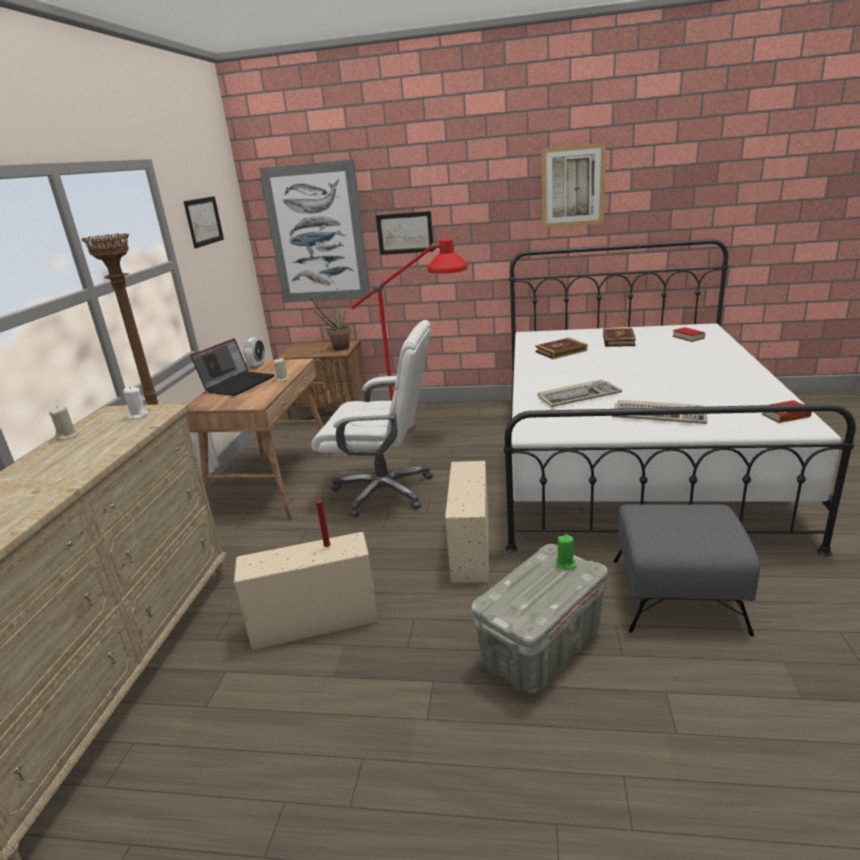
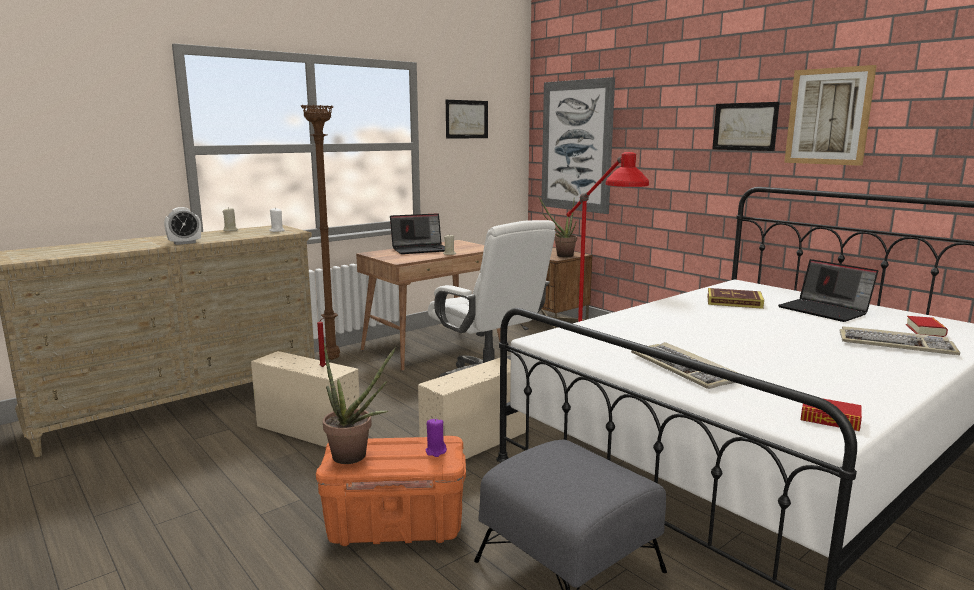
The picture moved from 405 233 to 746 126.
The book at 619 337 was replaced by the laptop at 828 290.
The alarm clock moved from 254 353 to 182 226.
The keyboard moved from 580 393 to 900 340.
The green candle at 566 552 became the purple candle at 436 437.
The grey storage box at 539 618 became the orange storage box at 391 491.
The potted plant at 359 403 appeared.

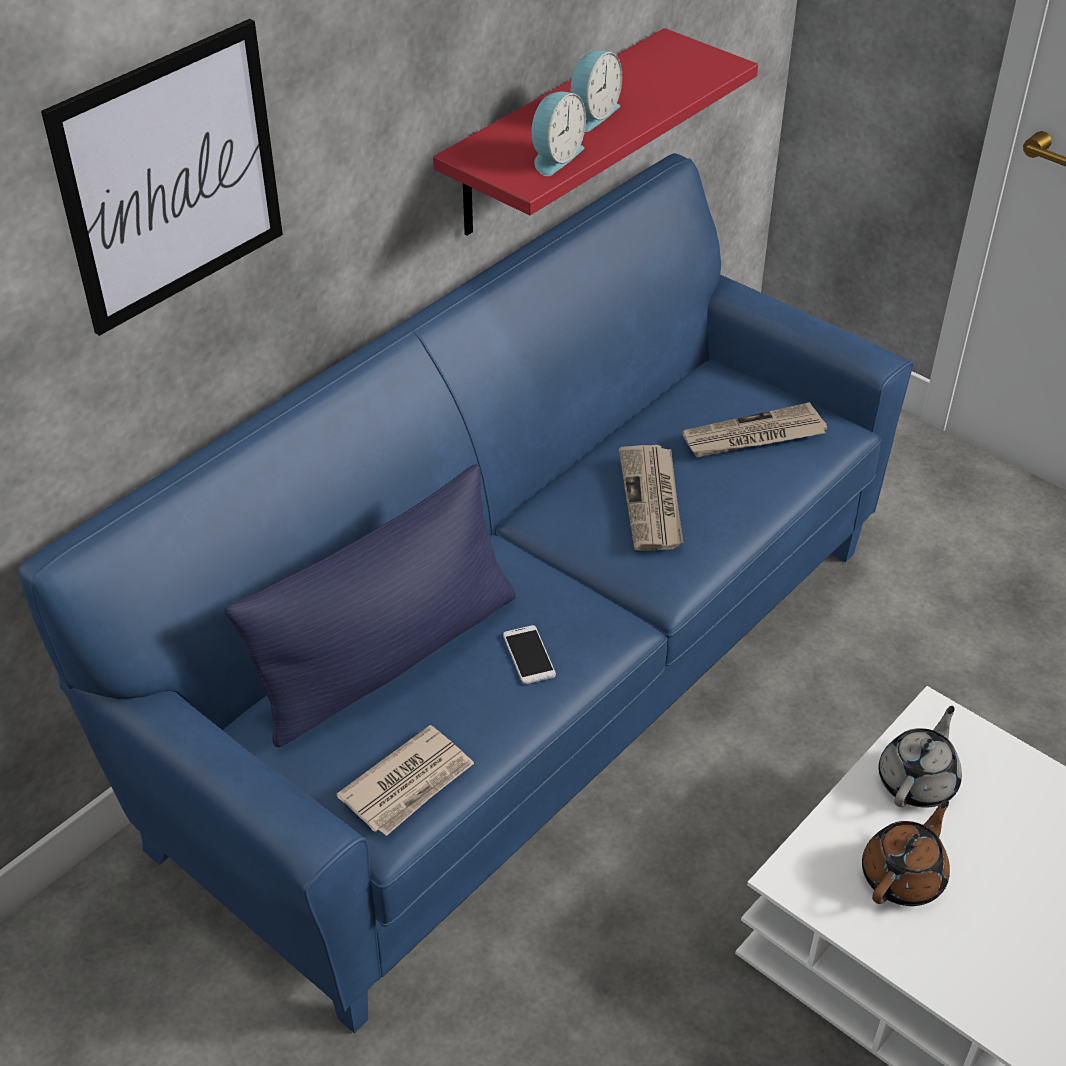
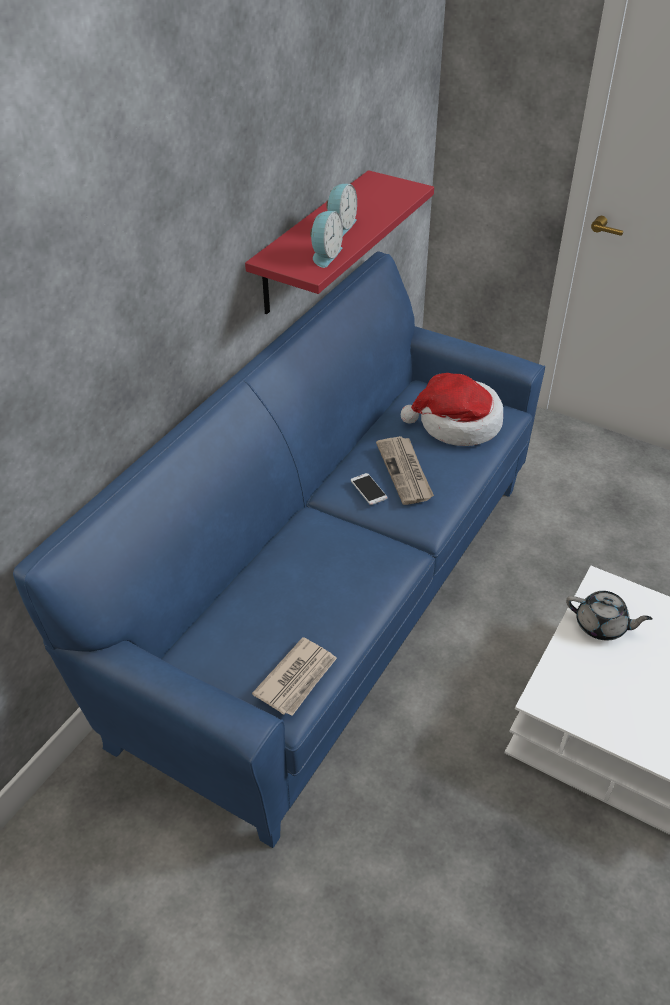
The picture at 162 177 disappeared.
The newspaper at 754 429 was replaced by the hat at 452 409.
The blue pillow at 370 605 disappeared.
The phone moved from 529 654 to 369 489.
The grey teapot at 920 757 turned 90 degrees clockwise.
The brown teapot at 906 853 disappeared.

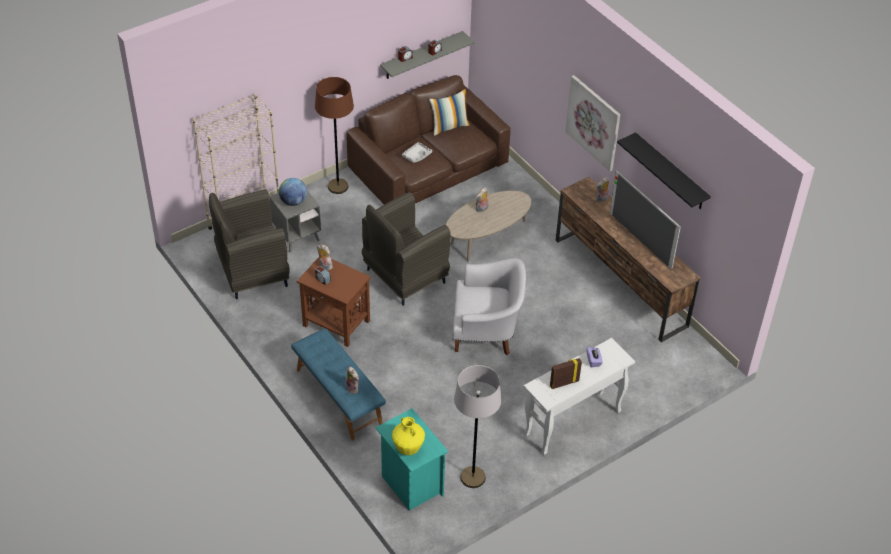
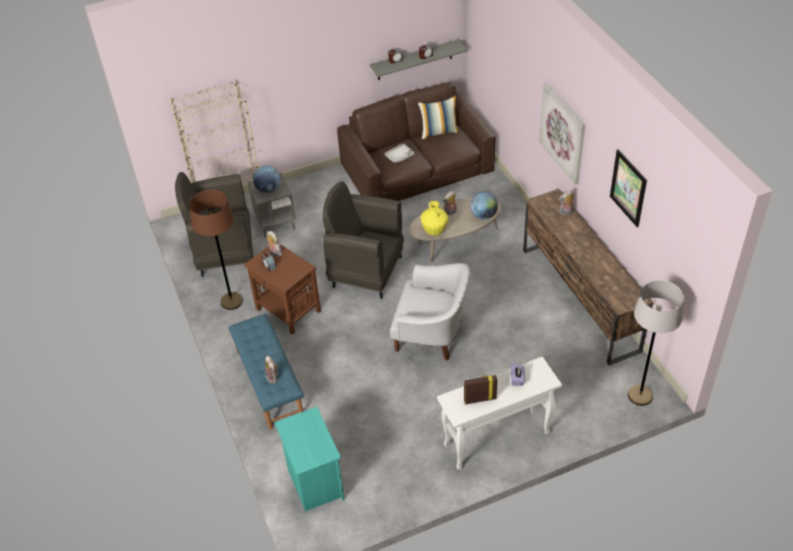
The brown floor lamp moved from 334 135 to 216 250.
The black shelf at 664 170 was replaced by the picture at 628 188.
The television at 645 220 disappeared.
The grey armchair at 406 249 turned 45 degrees clockwise.
The grey floor lamp moved from 477 426 to 656 343.
The yellow vase moved from 408 436 to 434 218.
The globe at 484 205 appeared.

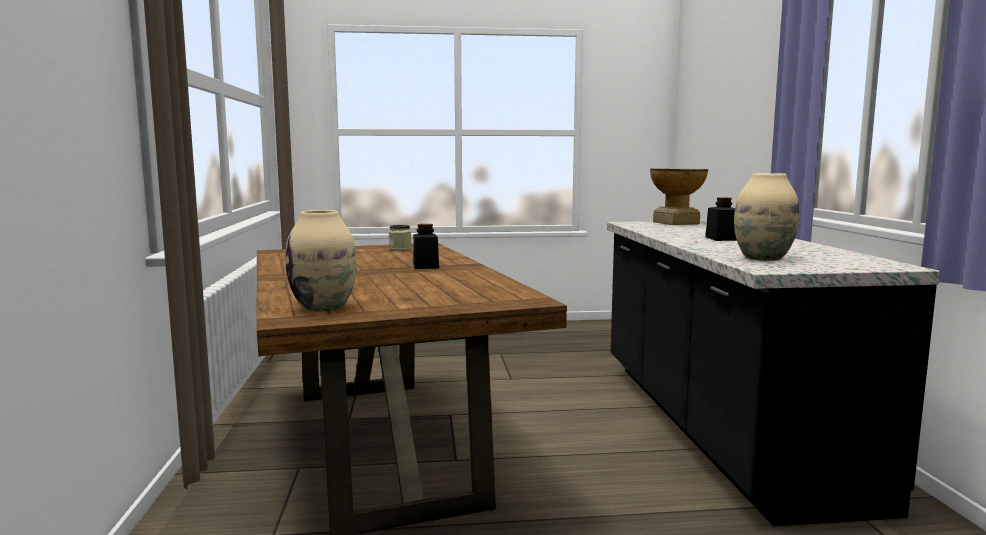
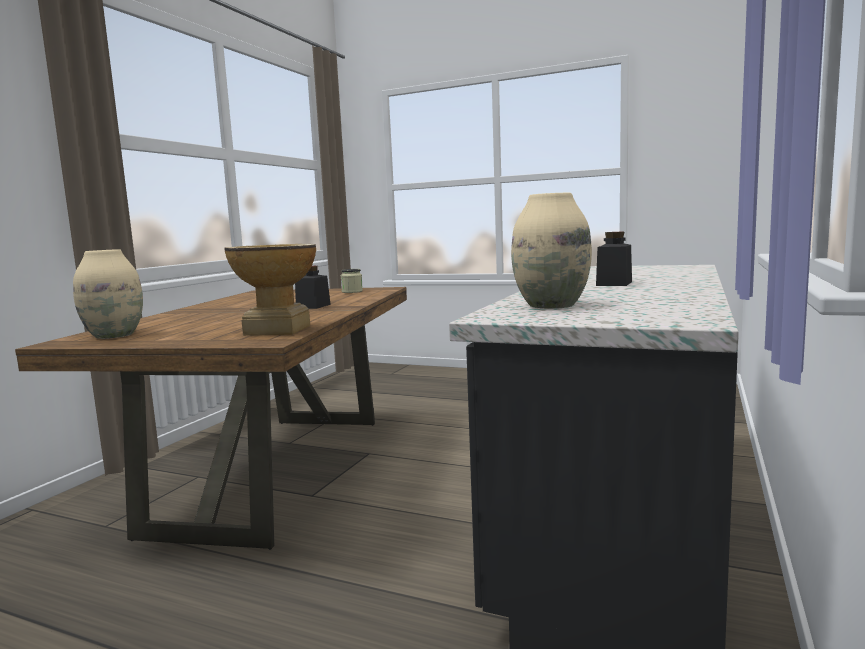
The vase moved from 679 196 to 270 290.

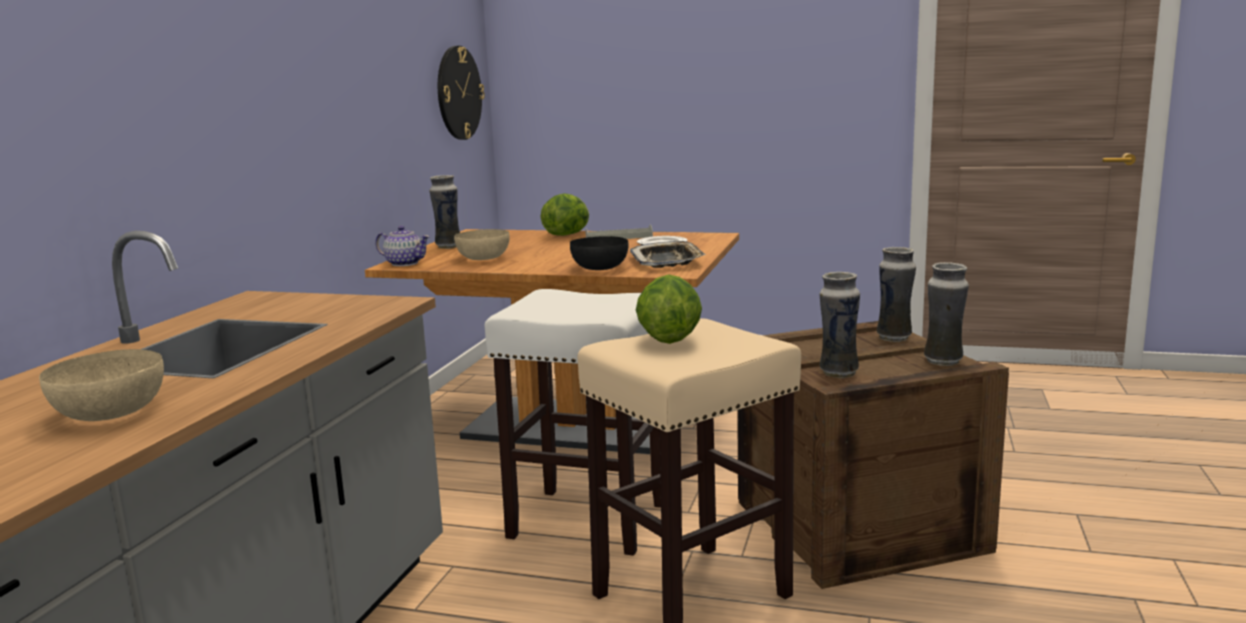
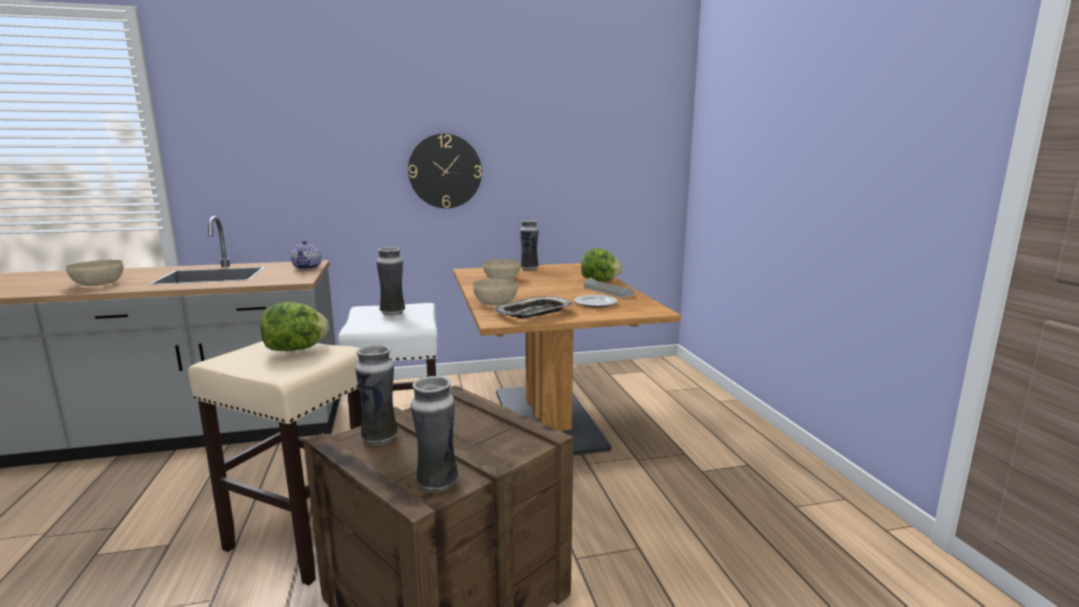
The wall clock moved from 461 93 to 445 171.
The teapot moved from 402 246 to 306 255.
The black bowl at 599 253 became the beige bowl at 495 291.
The vase moved from 896 294 to 390 281.

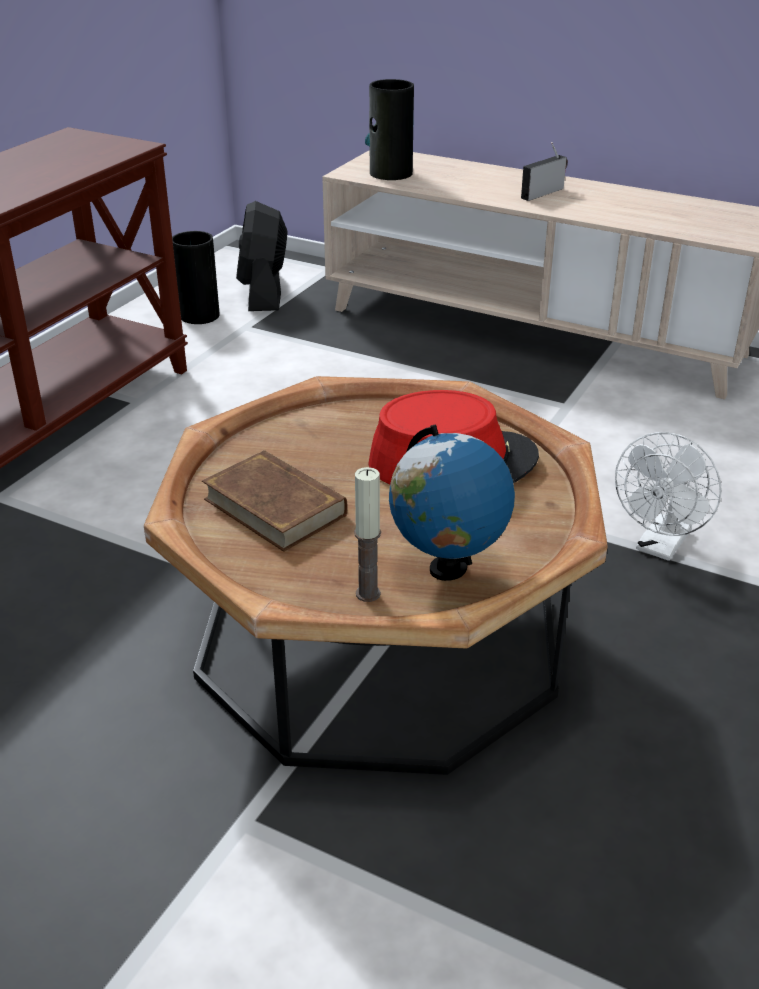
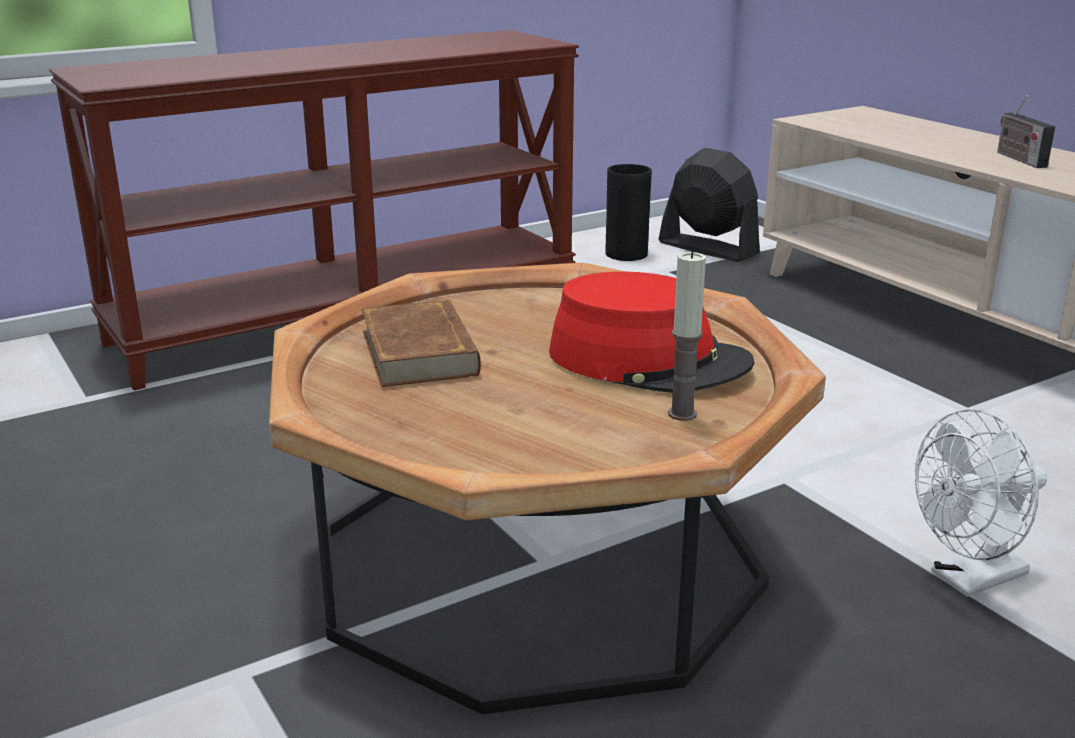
The vase at 389 129 disappeared.
The radio at 544 171 turned 90 degrees counterclockwise.
The black fan at 261 256 turned 105 degrees clockwise.
The globe at 452 503 disappeared.
The candle moved from 367 534 to 687 336.

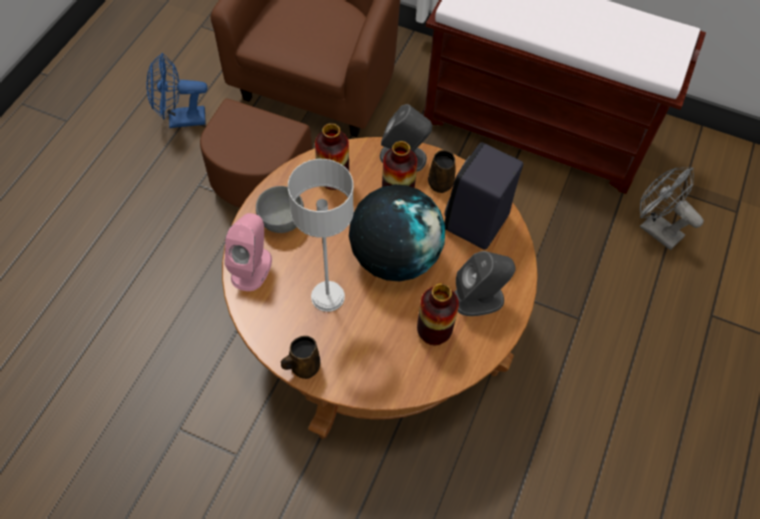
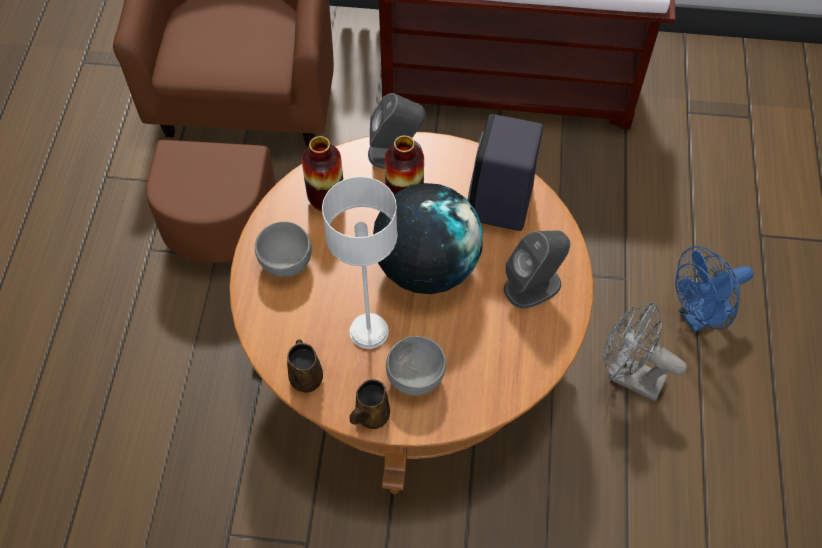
The blue fan moved from 177 90 to 714 289.
The brown mug moved from 441 171 to 305 366.
The grey fan moved from 671 208 to 645 351.
The pink speaker at 248 252 disappeared.
The vase at 438 314 disappeared.
The grey bowl at 416 366 appeared.

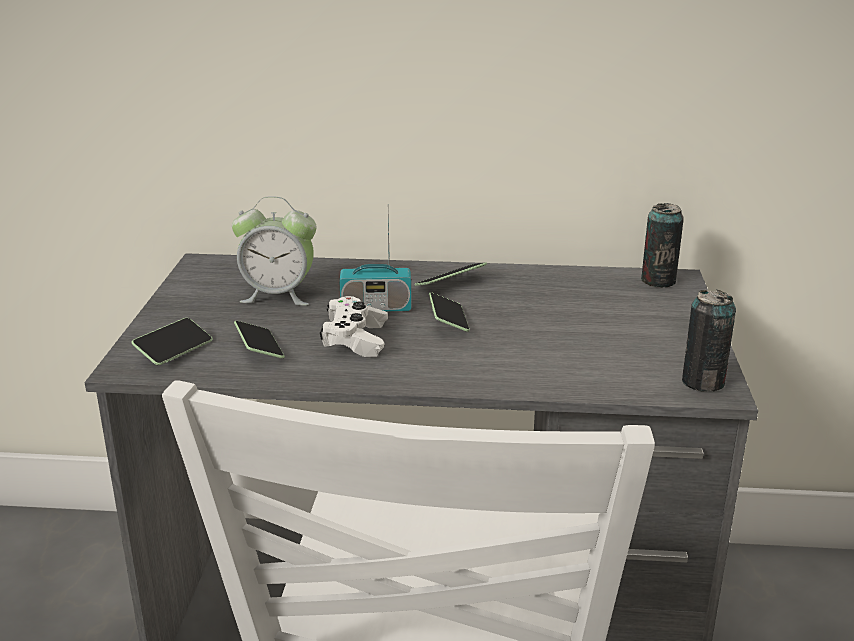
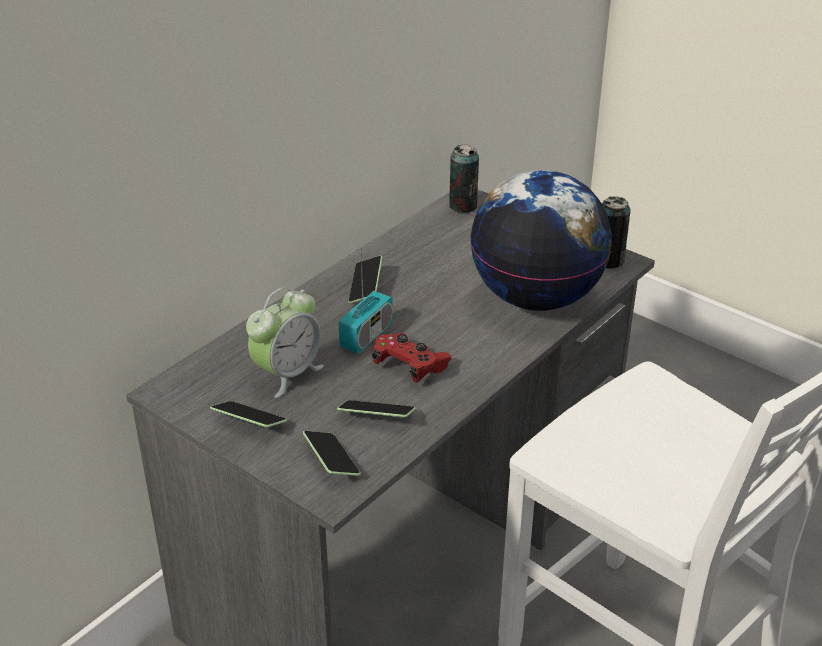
The phone moved from 449 312 to 248 414.
The white game controller at 354 326 became the red game controller at 412 358.
The globe at 541 240 appeared.

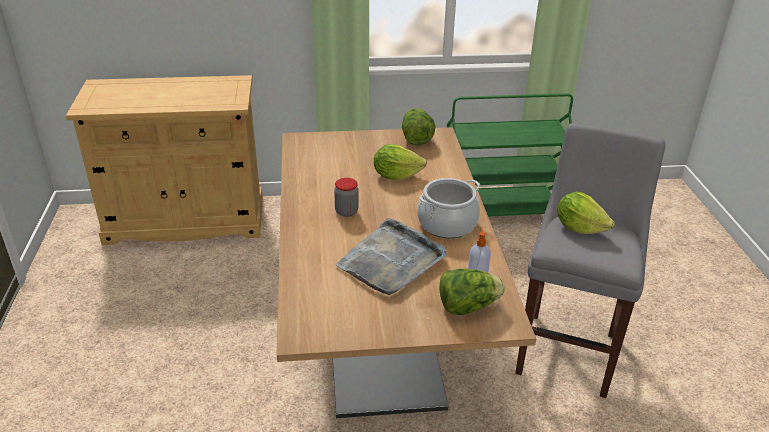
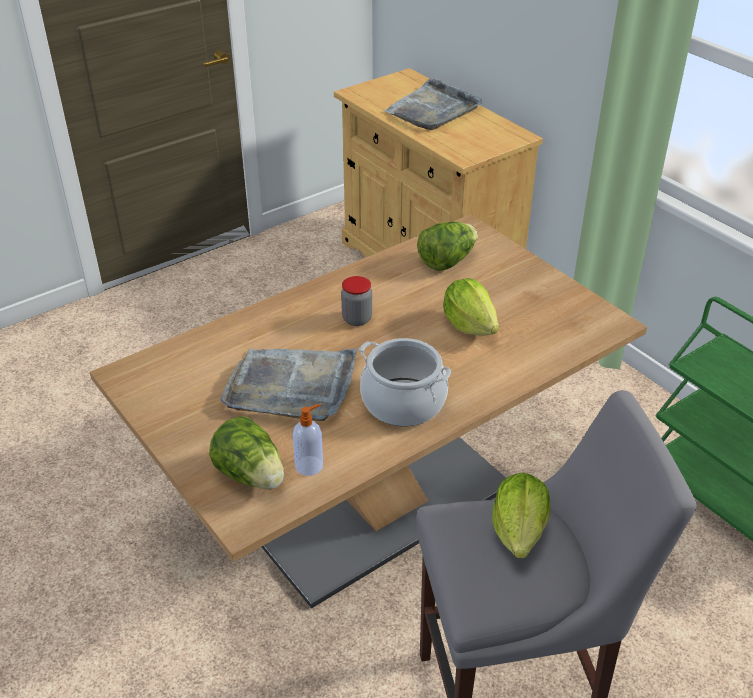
The lettuce moved from 419 126 to 447 246.
The grey tray at 433 104 appeared.

